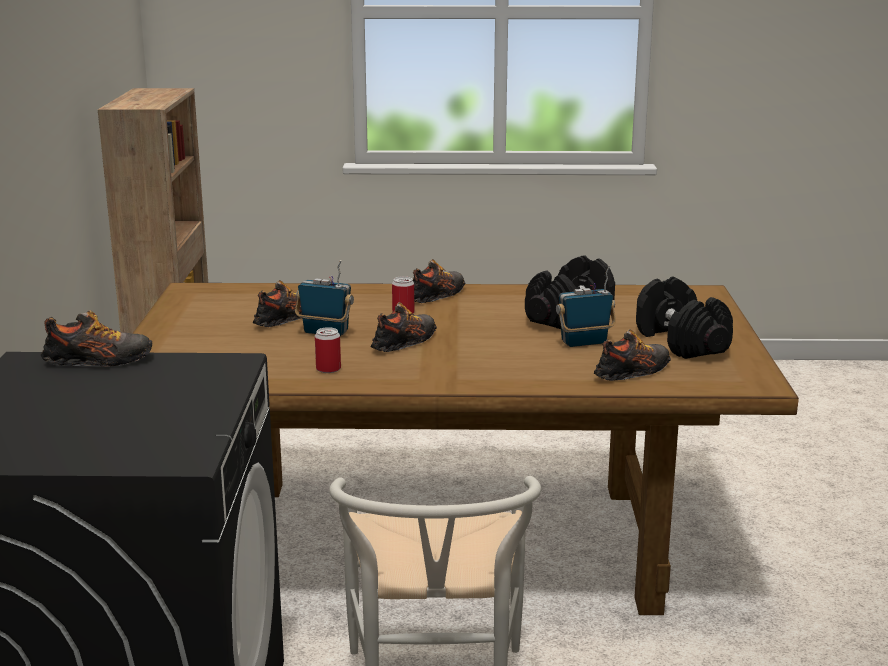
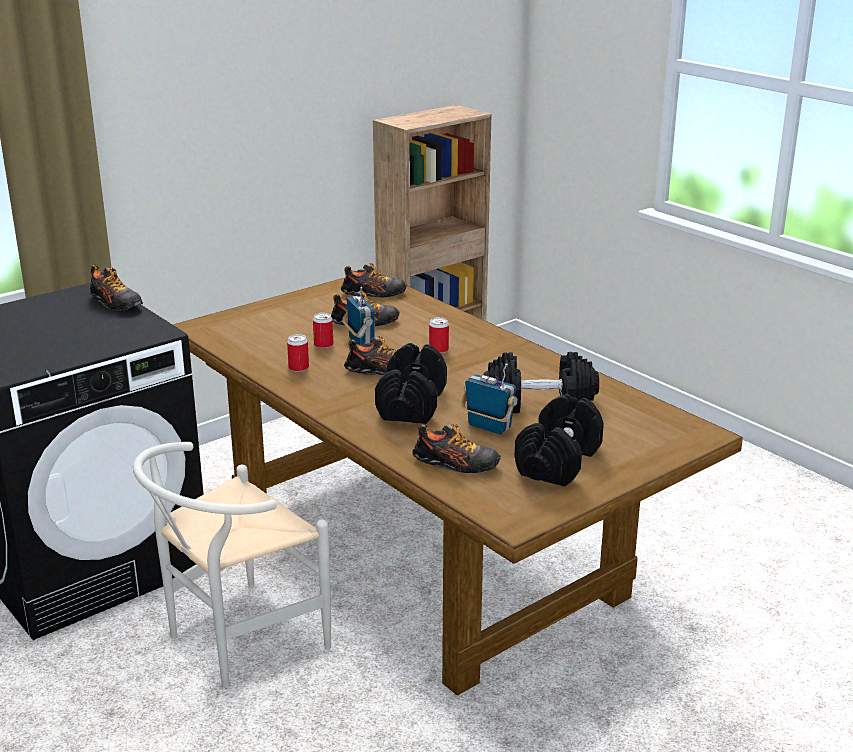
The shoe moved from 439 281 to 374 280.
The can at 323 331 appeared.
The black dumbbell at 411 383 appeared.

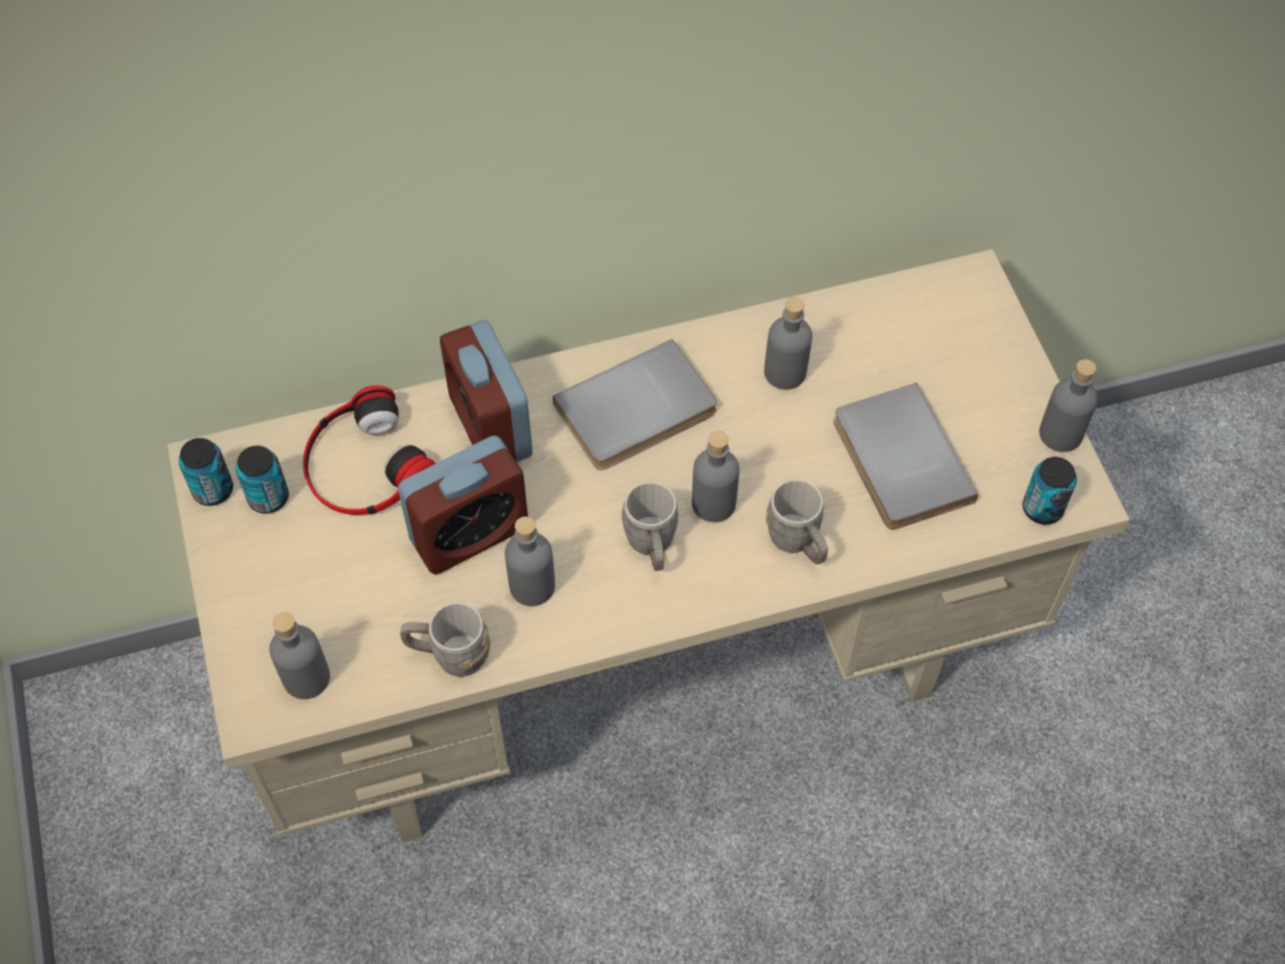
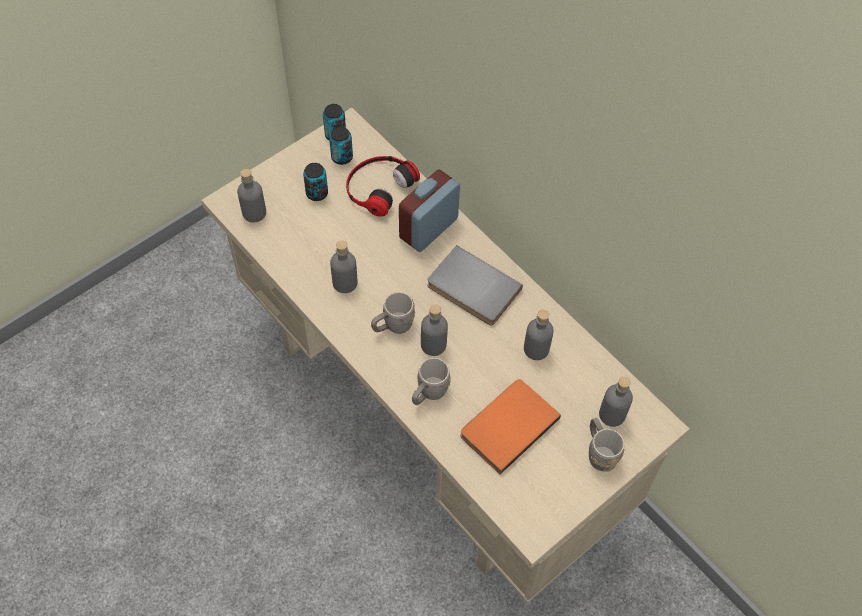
The grey bottle moved from 1068 405 to 616 402.
The grey book at 906 456 became the orange book at 510 426.
The alarm clock at 463 505 disappeared.
The can moved from 1049 491 to 315 182.
The grey mug moved from 445 639 to 607 445.

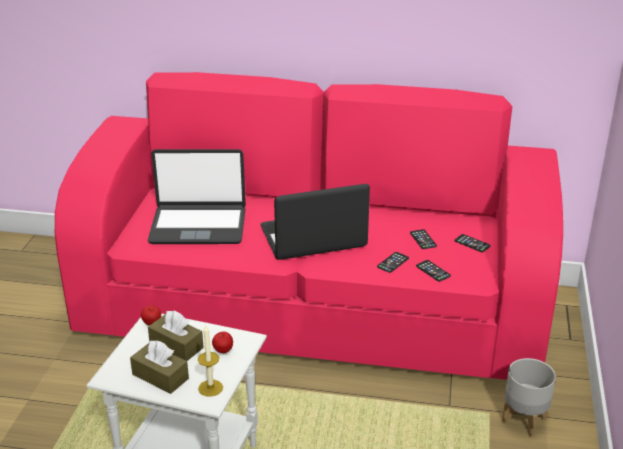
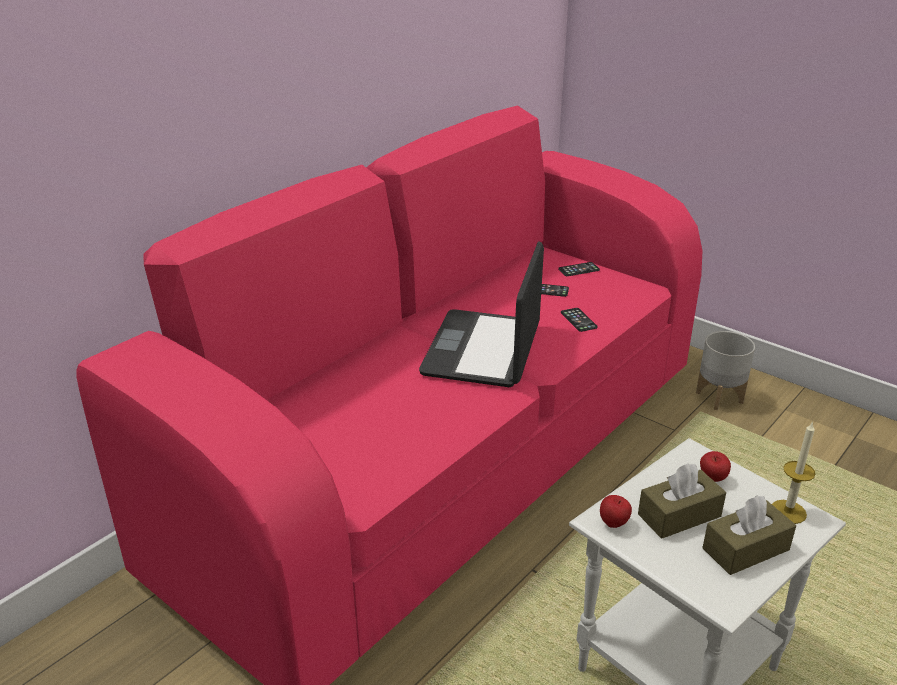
The laptop at 197 196 disappeared.
The phone at 433 271 disappeared.

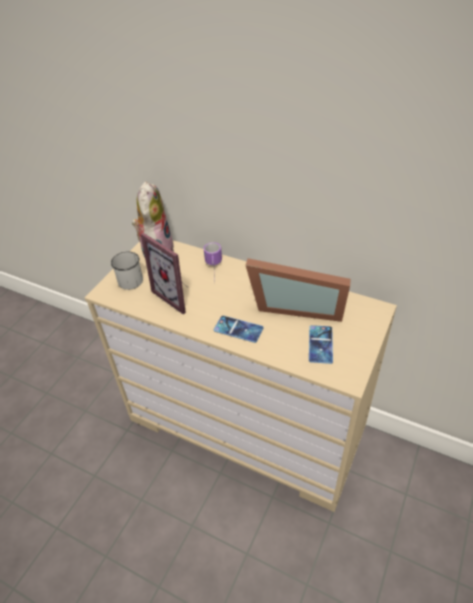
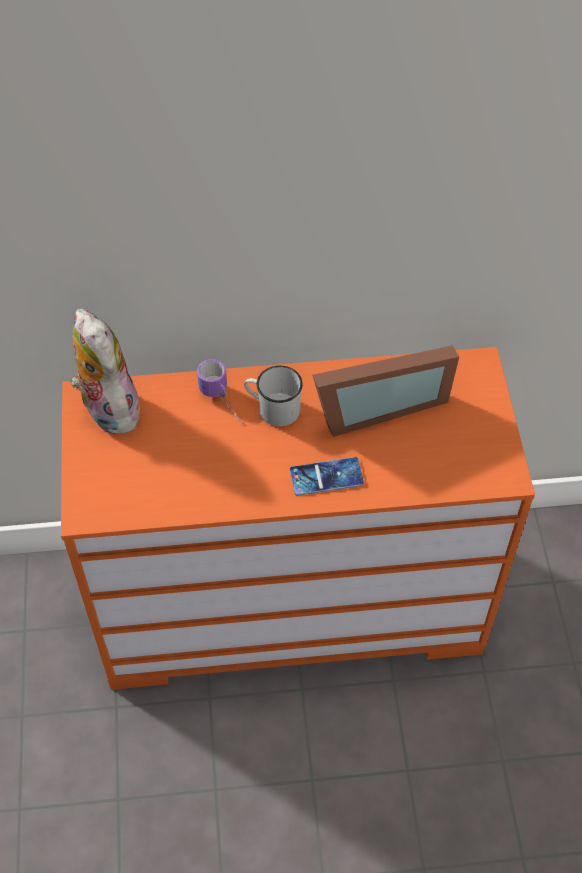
The picture frame at 163 273 disappeared.
The beige dresser at 241 376 became the orange dresser at 298 518.
The white mug moved from 127 270 to 273 395.
The phone at 321 344 disappeared.

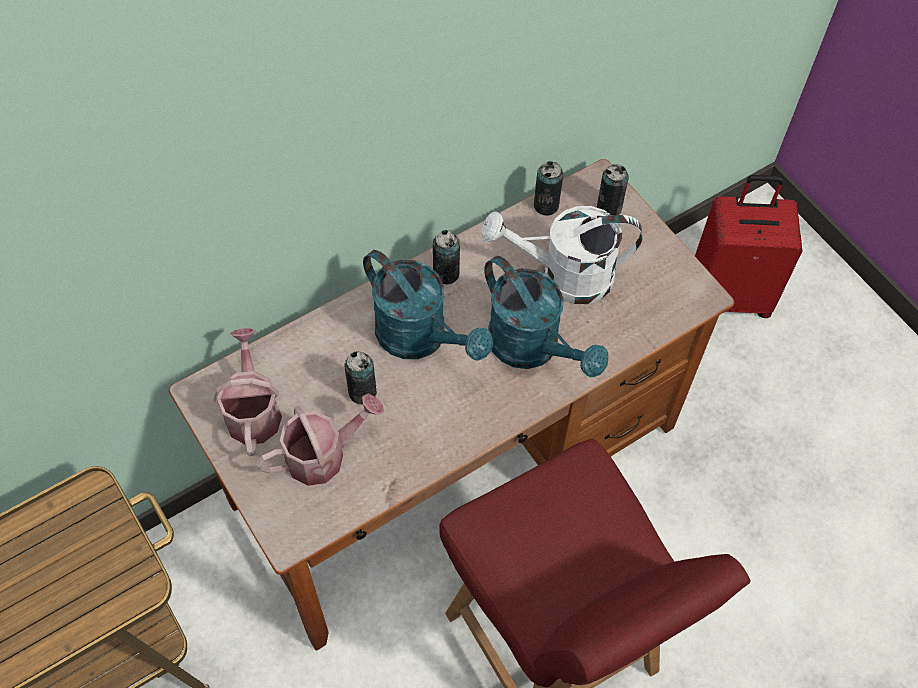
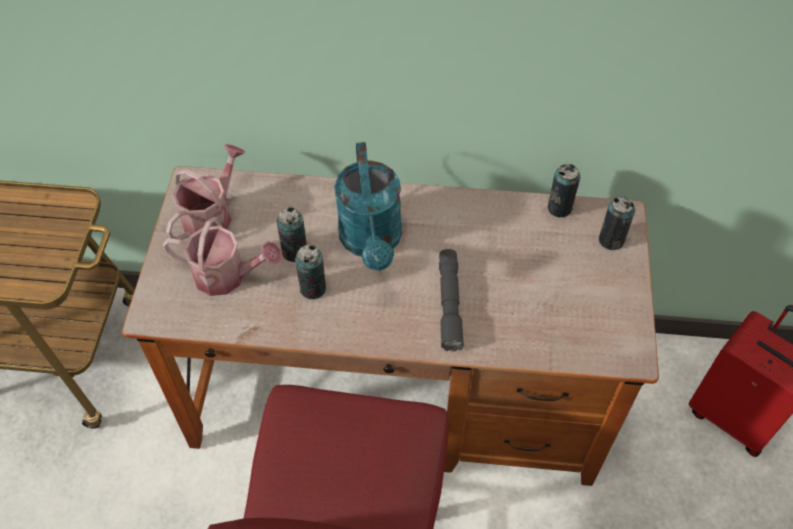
The white watering can at 561 255 disappeared.
The can moved from 446 257 to 310 272.
The turquoise watering can at 546 316 was replaced by the grey flashlight at 451 300.

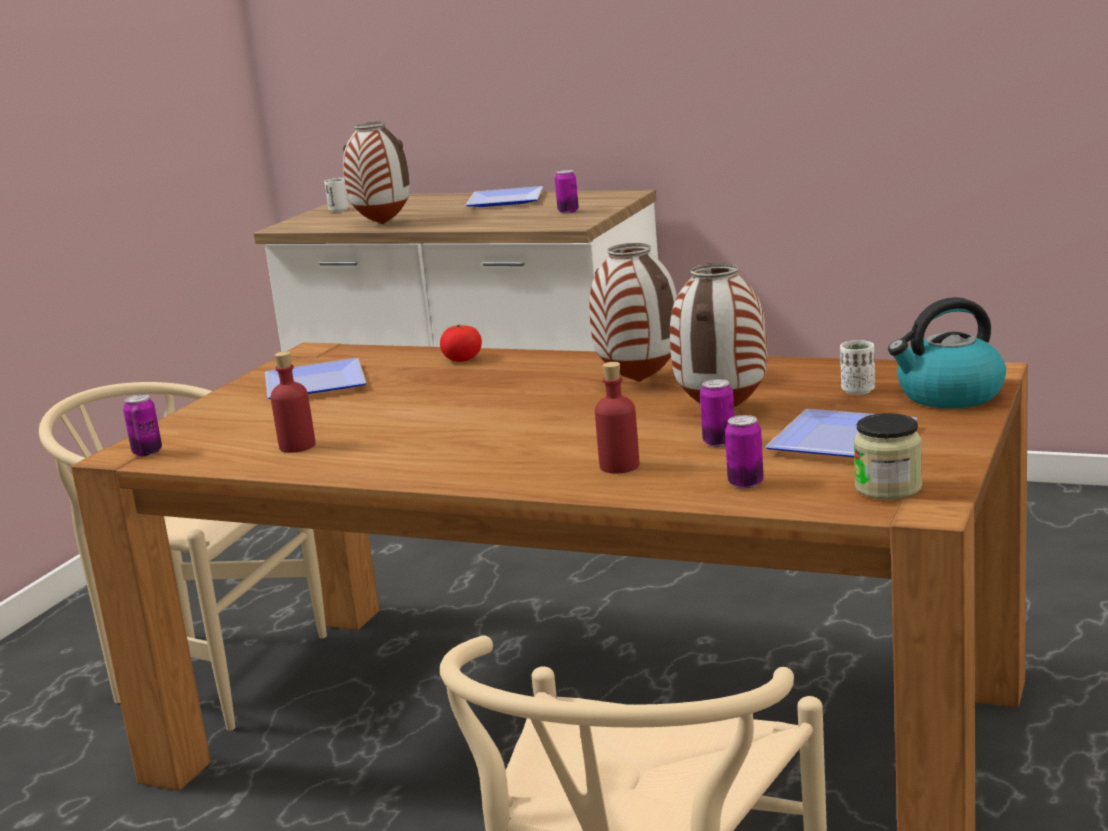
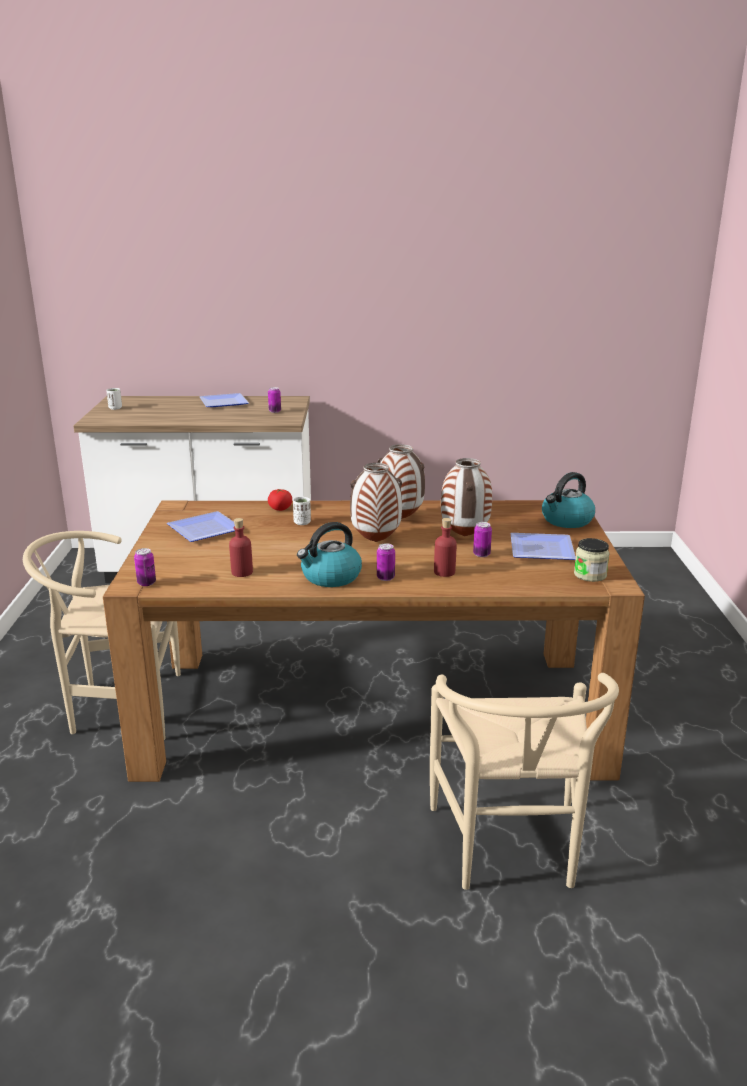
The vase moved from 376 173 to 376 502.
The white cup moved from 857 367 to 302 511.
The can moved from 744 452 to 386 562.
The kettle at 329 554 appeared.

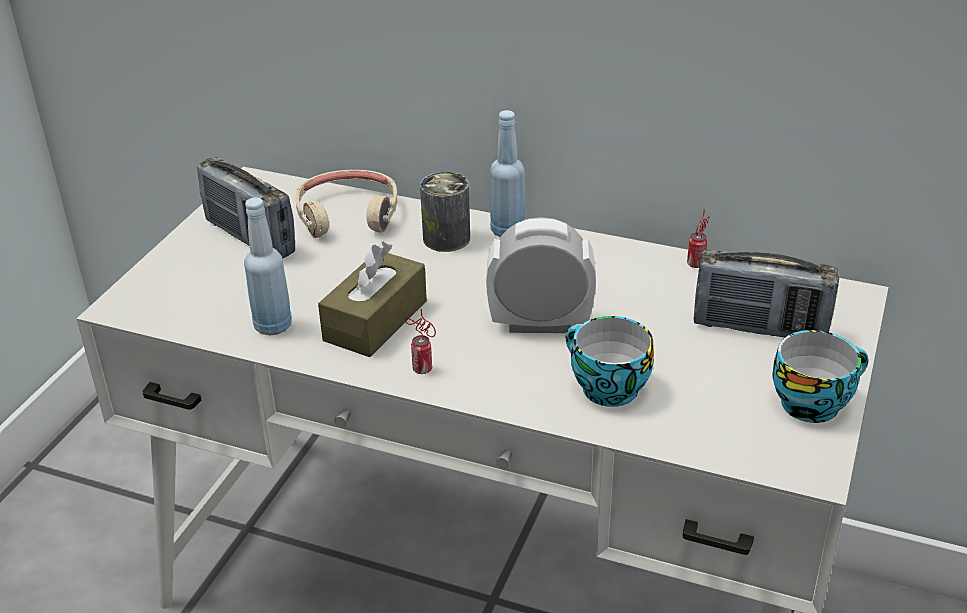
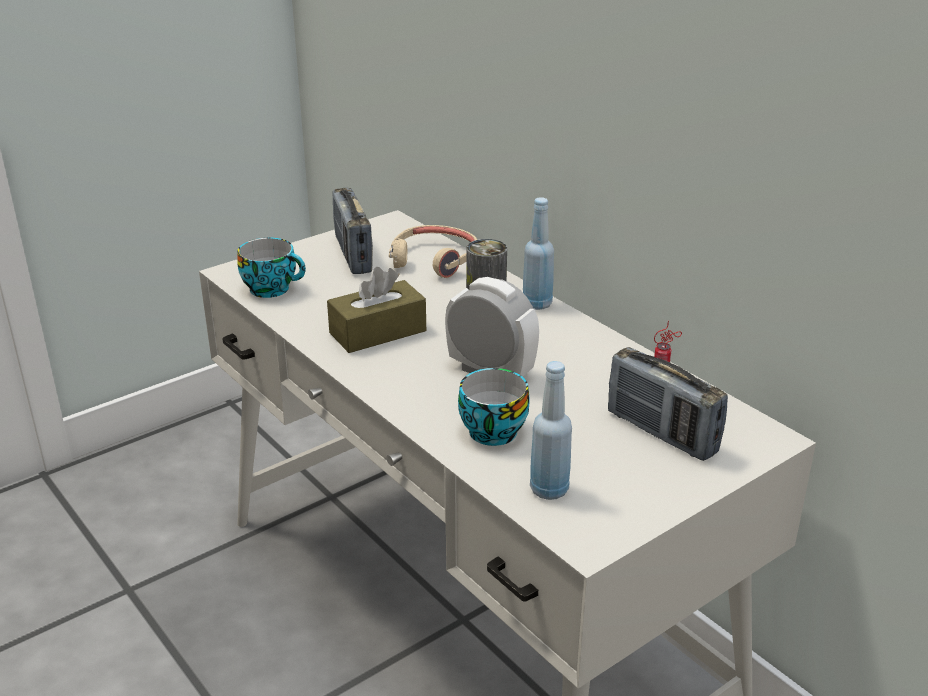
The blue bottle moved from 268 266 to 551 430.
The can at 420 341 disappeared.
The cup moved from 820 376 to 271 268.

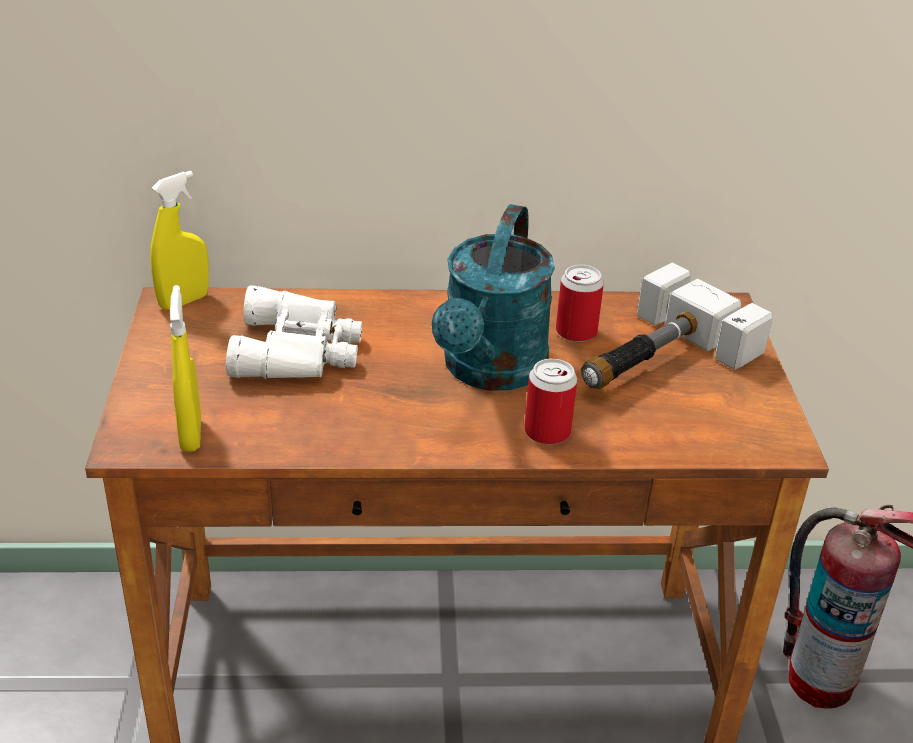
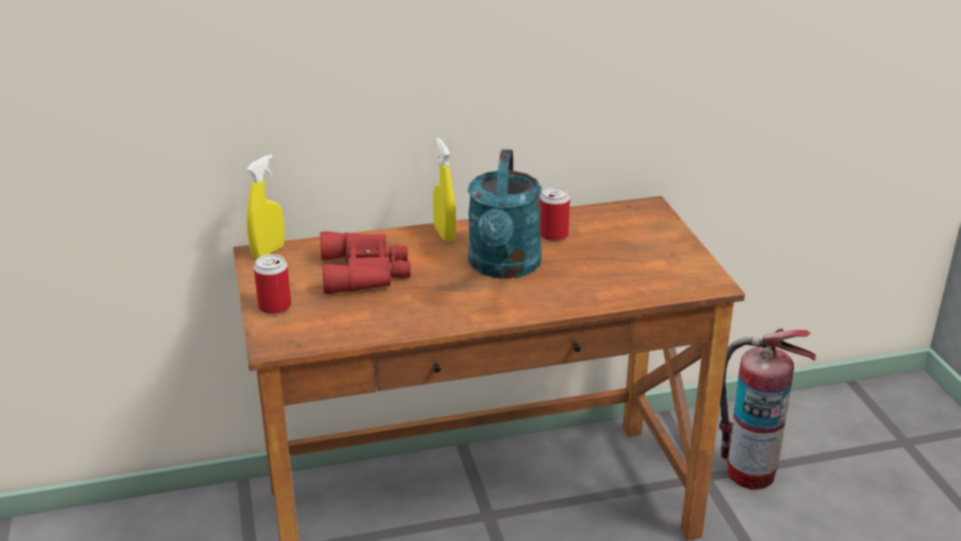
The hammer at 676 325 disappeared.
The yellow spray bottle moved from 185 368 to 444 190.
The white binoculars at 294 332 became the red binoculars at 365 262.
The can moved from 550 401 to 272 284.

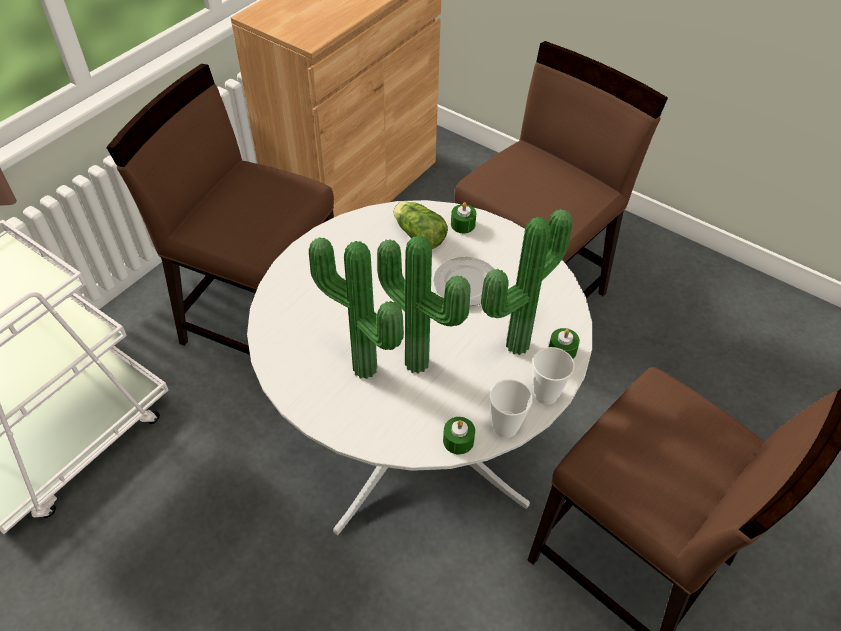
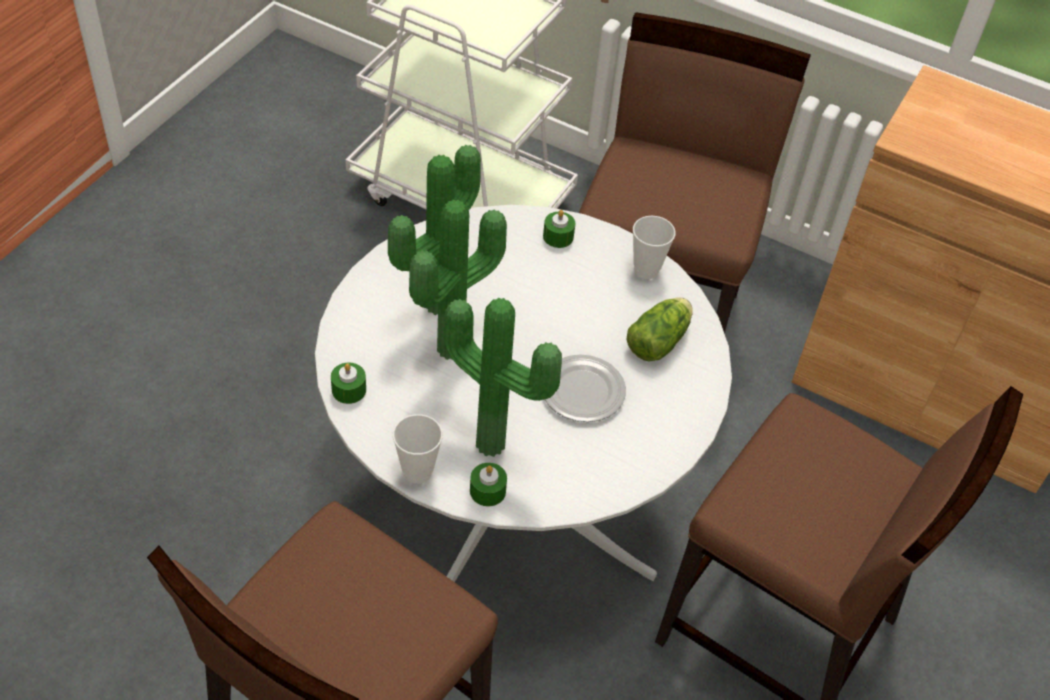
The green candle moved from 463 217 to 559 229.
The cup moved from 511 408 to 654 247.

